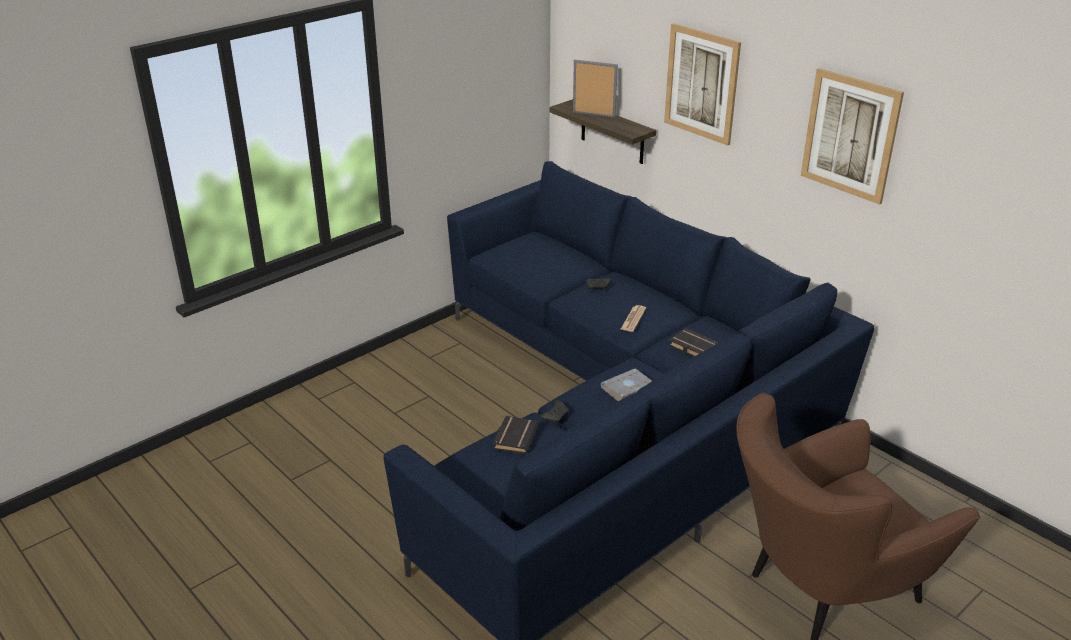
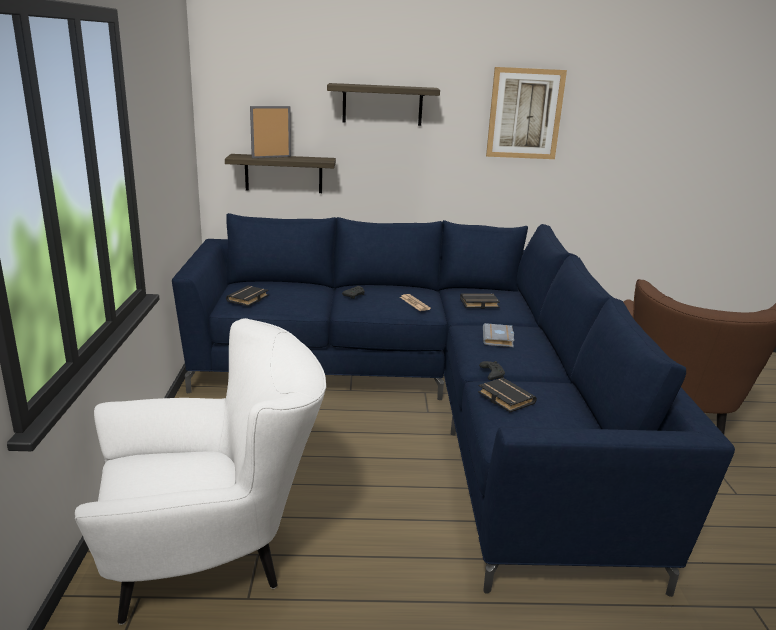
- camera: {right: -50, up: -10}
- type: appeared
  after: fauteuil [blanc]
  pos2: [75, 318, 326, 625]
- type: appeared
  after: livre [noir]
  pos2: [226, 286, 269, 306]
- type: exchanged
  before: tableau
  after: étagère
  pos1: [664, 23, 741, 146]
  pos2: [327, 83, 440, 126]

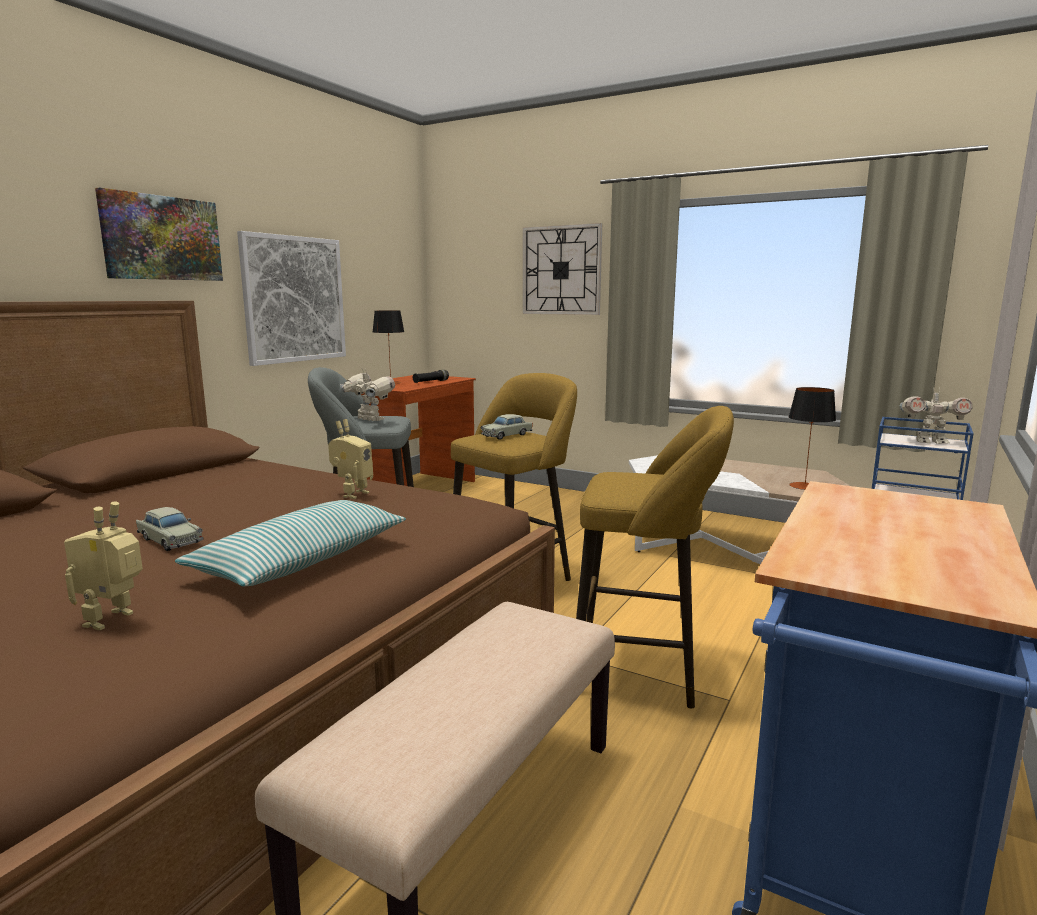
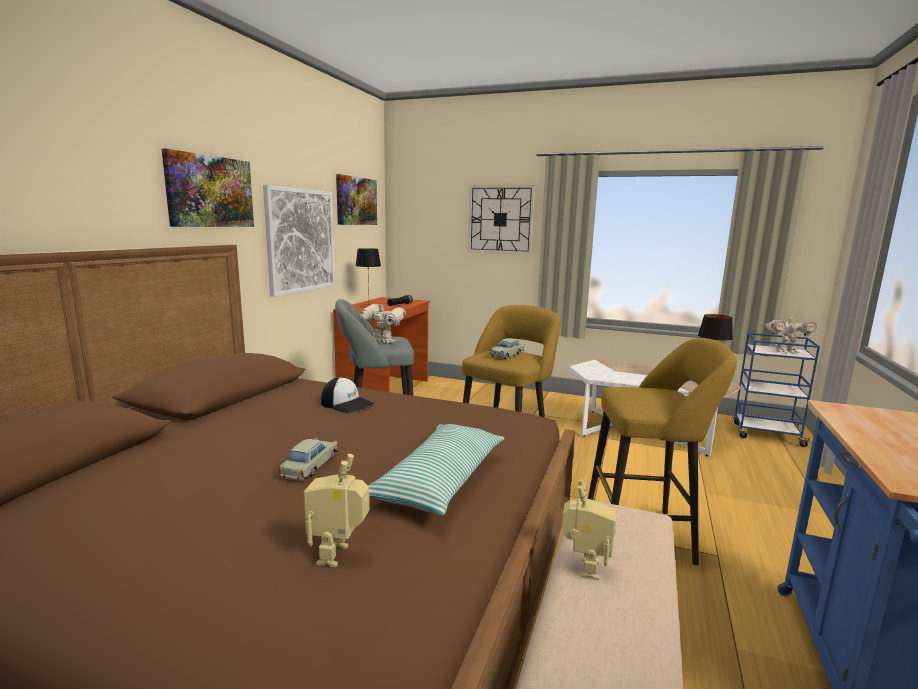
- camera: {right: -10, up: 0}
- type: appeared
  after: casquette
  pos2: [321, 377, 374, 413]
- type: appeared
  after: tableau
  pos2: [336, 174, 377, 225]
- type: relocated
  before: robot jouet
  pos1: [328, 419, 373, 499]
  pos2: [562, 480, 616, 580]
- type: spun
  before: petite voiture [beige]
  pos1: [136, 507, 204, 551]
  pos2: [279, 438, 338, 480]
  turn: -105

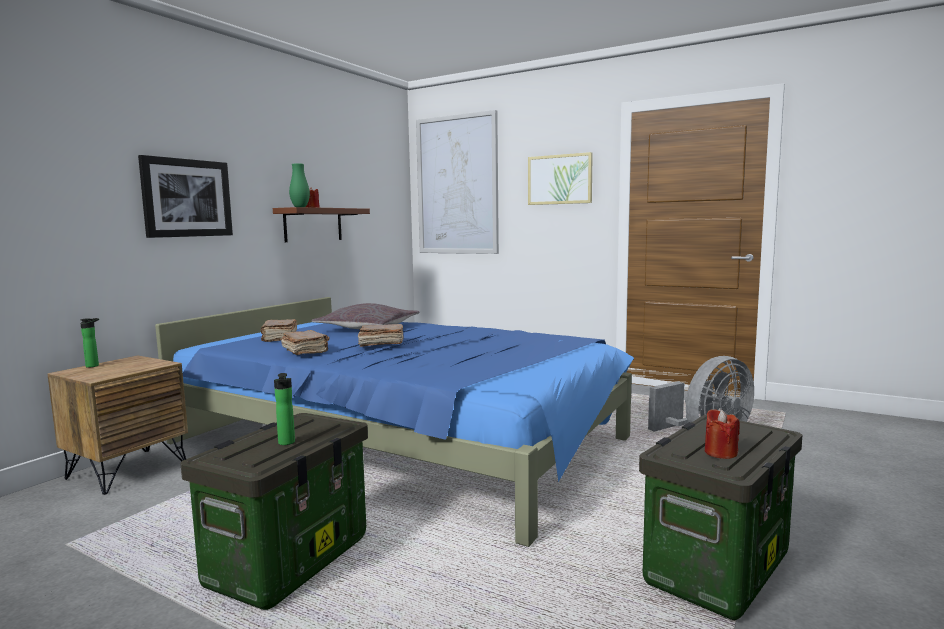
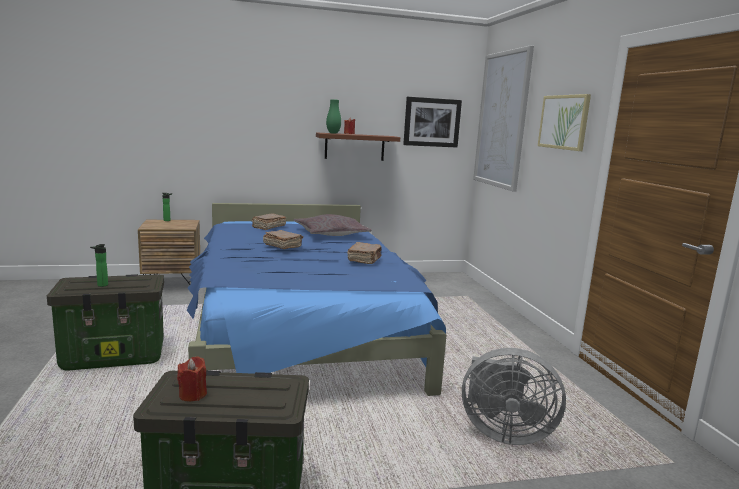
- camera: {right: 45, up: 5}
- type: relocated
  before: tableau
  pos1: [138, 155, 233, 238]
  pos2: [403, 97, 462, 148]
- type: relocated
  before: livre [marron]
  pos1: [281, 330, 329, 355]
  pos2: [347, 242, 381, 264]

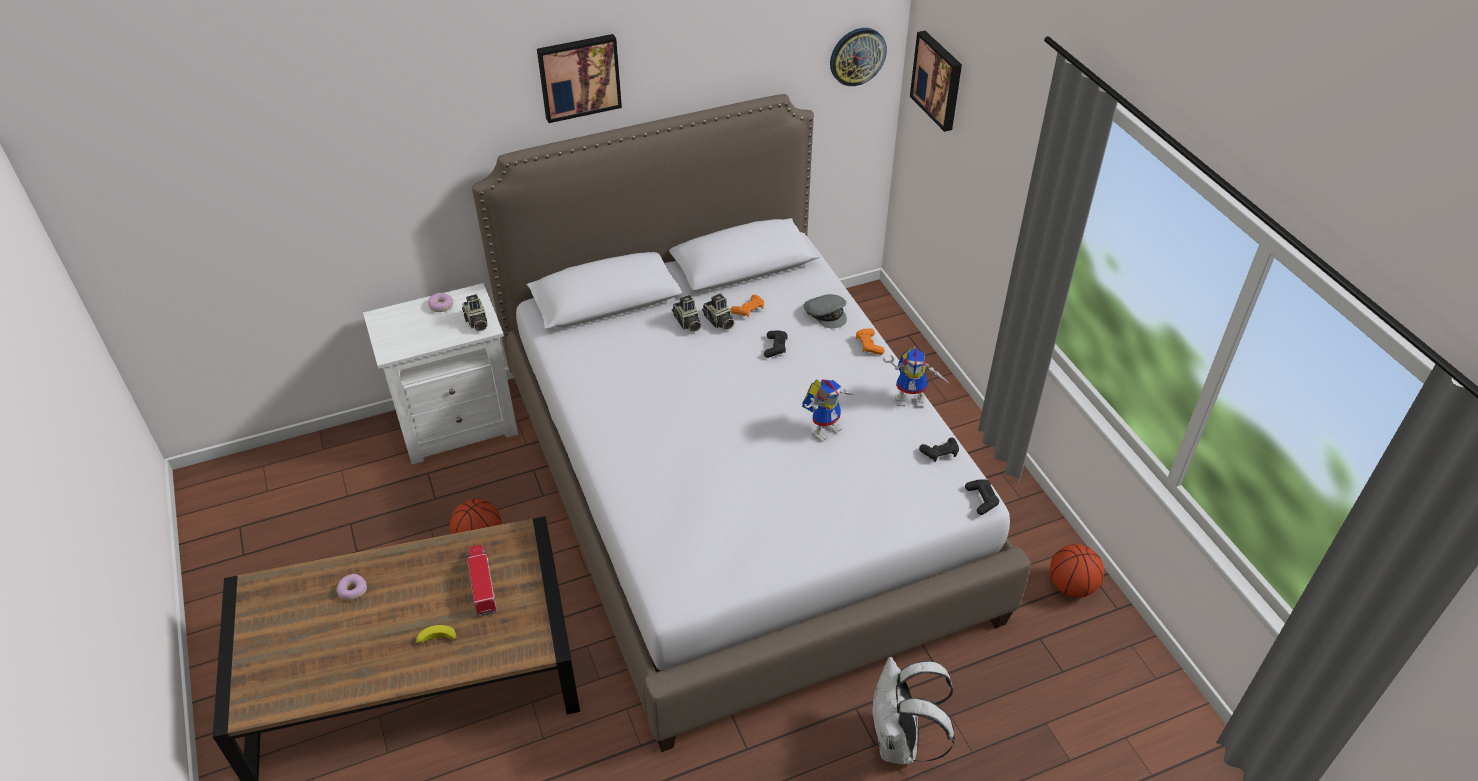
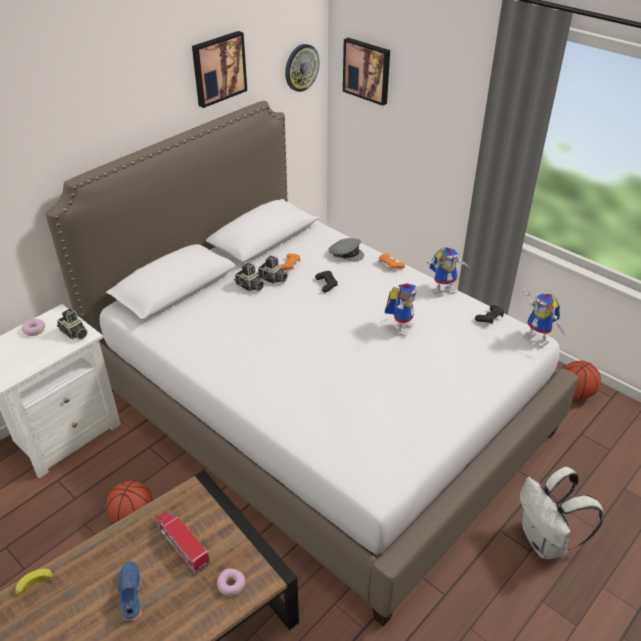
- camera: {right: -25, up: -5}
- type: appeared
  after: chaussure [bleu]
  pos2: [117, 561, 142, 622]
- type: relocated
  before: beignet
  pos1: [337, 574, 367, 600]
  pos2: [217, 568, 245, 596]
- type: relocated
  before: banane
  pos1: [415, 625, 457, 644]
  pos2: [15, 568, 55, 595]
- type: relocated
  before: tableau
  pos1: [537, 34, 622, 123]
  pos2: [192, 31, 247, 108]
- type: exchanged
  before: manette [noir]
  after: robot jouet
  pos1: [965, 479, 1000, 515]
  pos2: [523, 289, 566, 348]

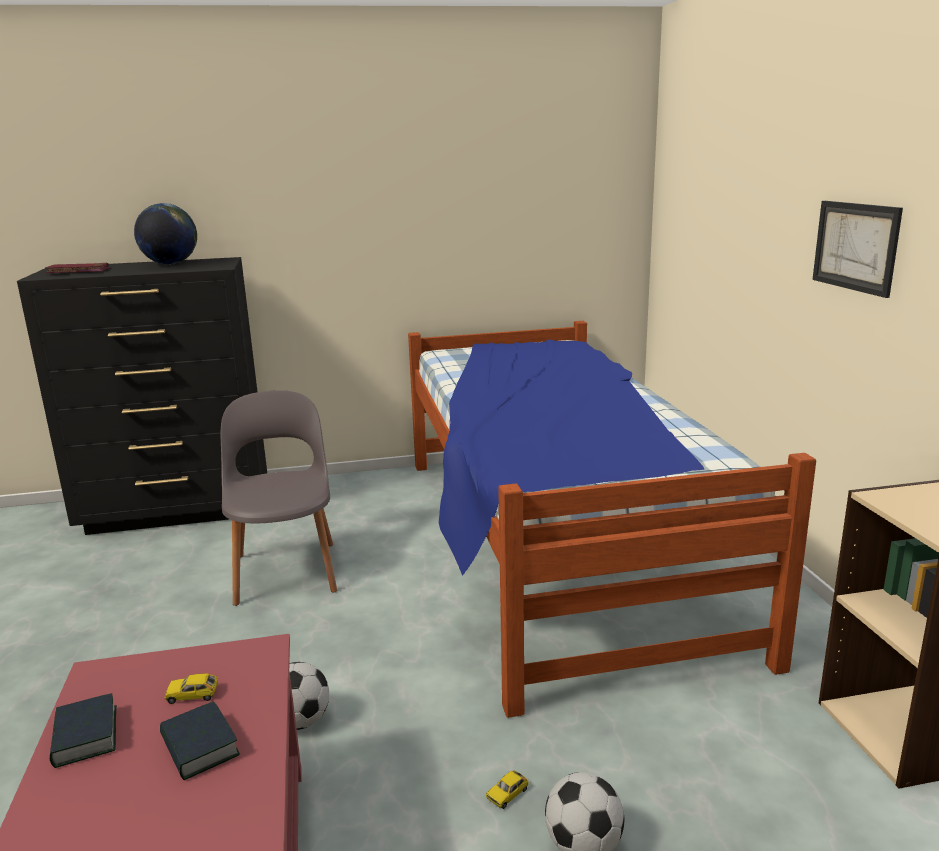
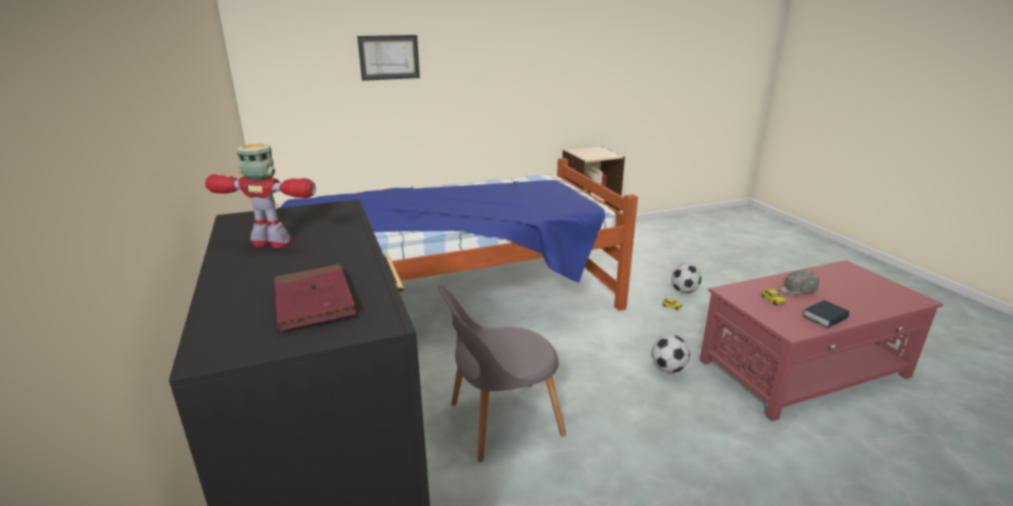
- camera: {right: -100, up: 5}
- type: relocated
  before: tableau
  pos1: [812, 201, 903, 298]
  pos2: [357, 35, 420, 81]
- type: exchanged
  before: globe
  after: robot jouet
  pos1: [134, 203, 197, 265]
  pos2: [205, 144, 316, 248]
- type: exchanged
  before: livre
  after: casquette [gris]
  pos1: [160, 701, 240, 780]
  pos2: [778, 270, 819, 295]

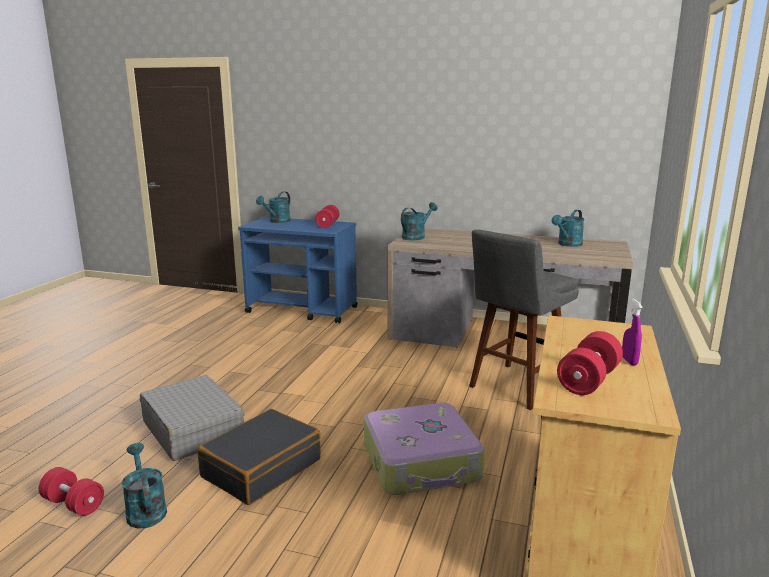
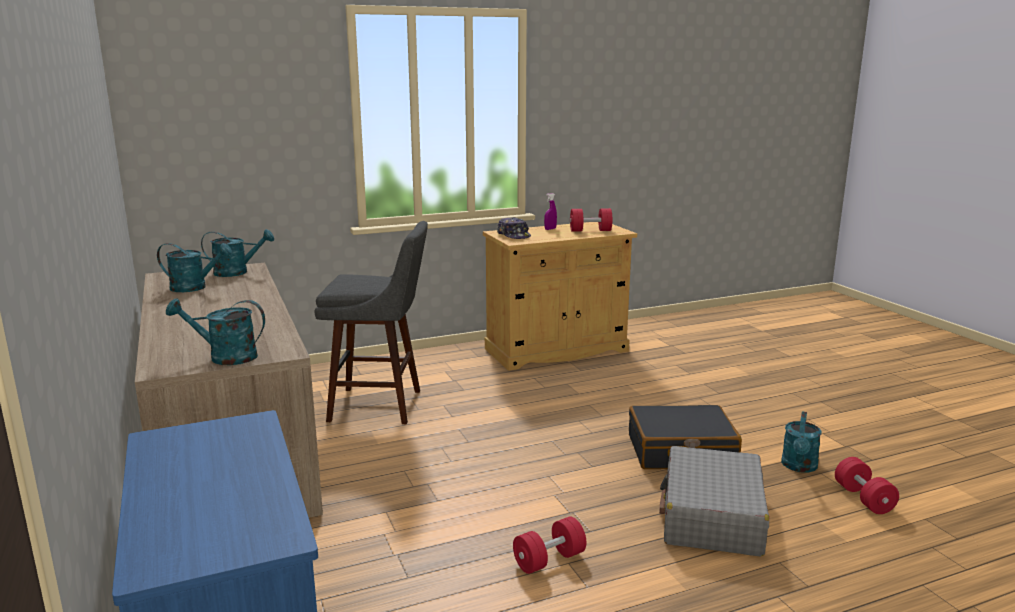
- camera: {right: -130, up: 0}
- type: missing
  before: valise
  pos1: [364, 403, 484, 495]
- type: appeared
  after: casquette
  pos2: [497, 217, 531, 239]
- type: relocated
  before: arrosoir [turquoise]
  pos1: [256, 191, 291, 223]
  pos2: [201, 229, 274, 277]
- type: relocated
  before: haltère [rouge]
  pos1: [315, 205, 339, 228]
  pos2: [513, 516, 586, 574]

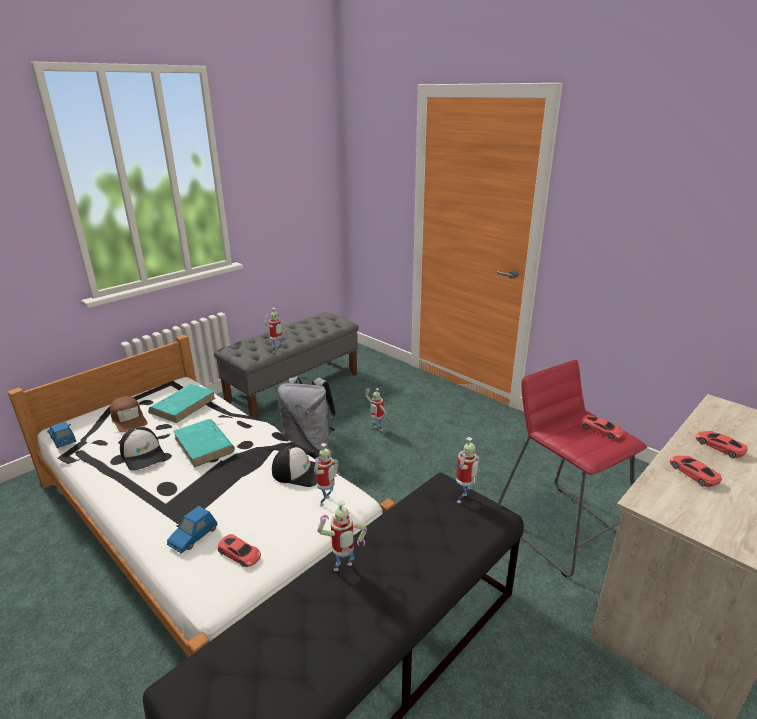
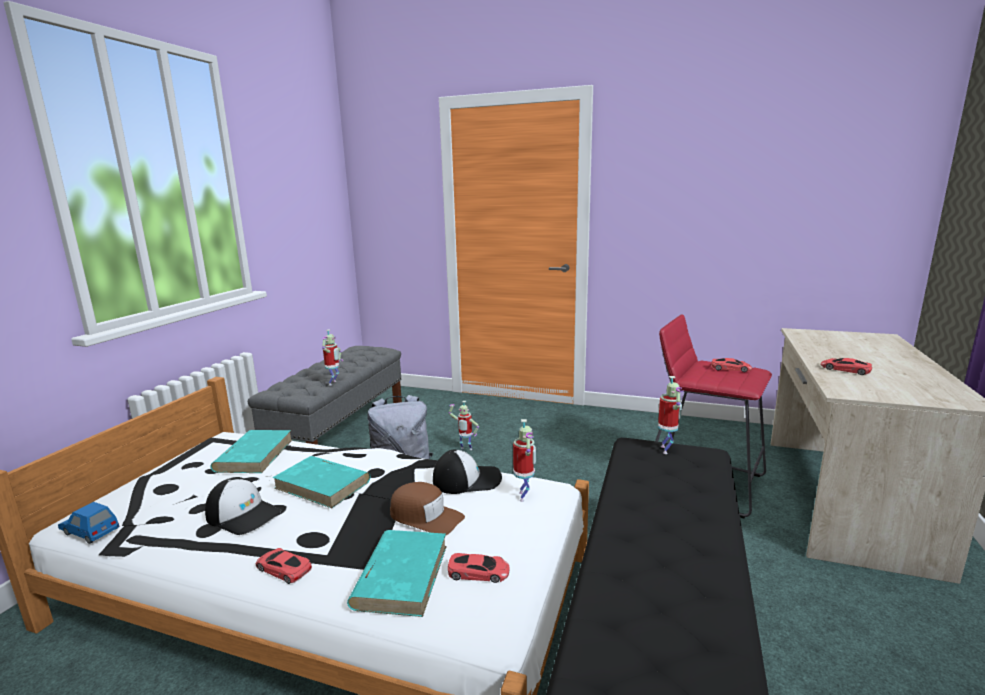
- camera: {right: -25, up: -10}
- type: missing
  before: robot jouet
  pos1: [317, 500, 367, 571]
- type: relocated
  before: casquette [marron]
  pos1: [110, 396, 148, 433]
  pos2: [390, 482, 465, 535]
- type: relocated
  before: petite voiture [rouge]
  pos1: [695, 431, 747, 458]
  pos2: [256, 548, 312, 584]
- type: exchanged
  before: petite voiture [bleu]
  after: livre [turquoise]
  pos1: [167, 506, 218, 553]
  pos2: [347, 530, 447, 617]

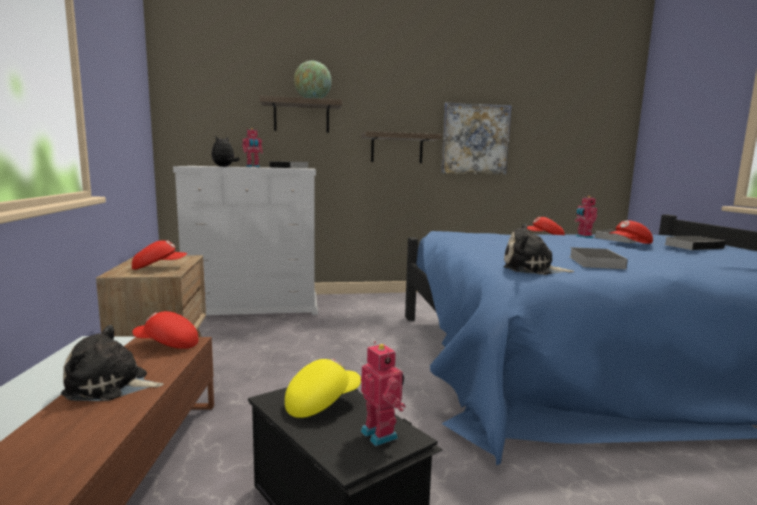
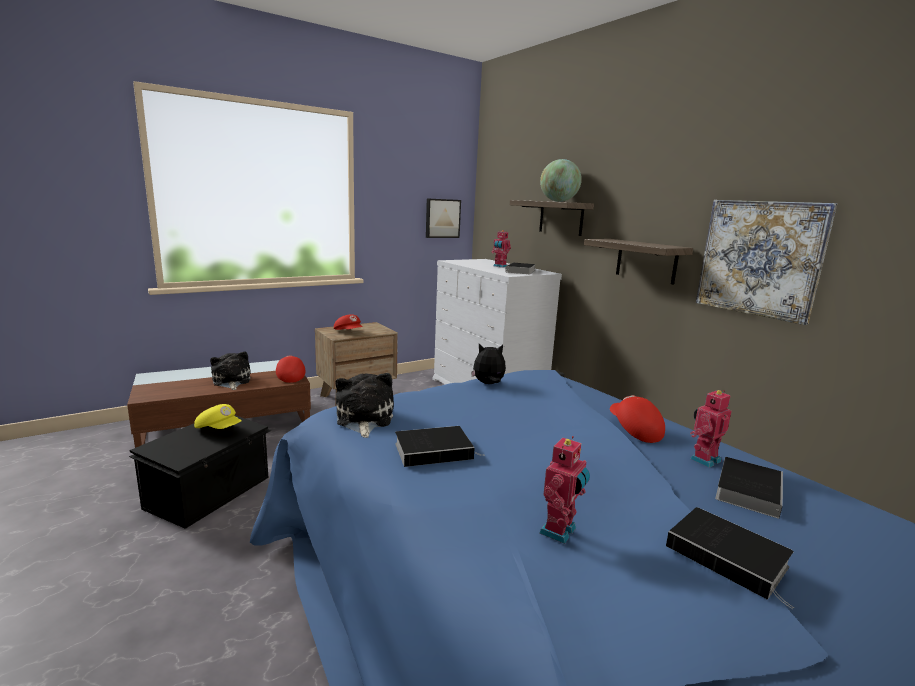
- camera: {right: 65, up: 5}
- type: missing
  before: casquette [rouge]
  pos1: [609, 220, 653, 244]
- type: appeared
  after: tableau
  pos2: [426, 198, 461, 238]
- type: relocated
  before: peluche
  pos1: [212, 137, 240, 167]
  pos2: [471, 344, 506, 384]
- type: relocated
  before: robot jouet
  pos1: [361, 342, 406, 446]
  pos2: [539, 436, 590, 544]

